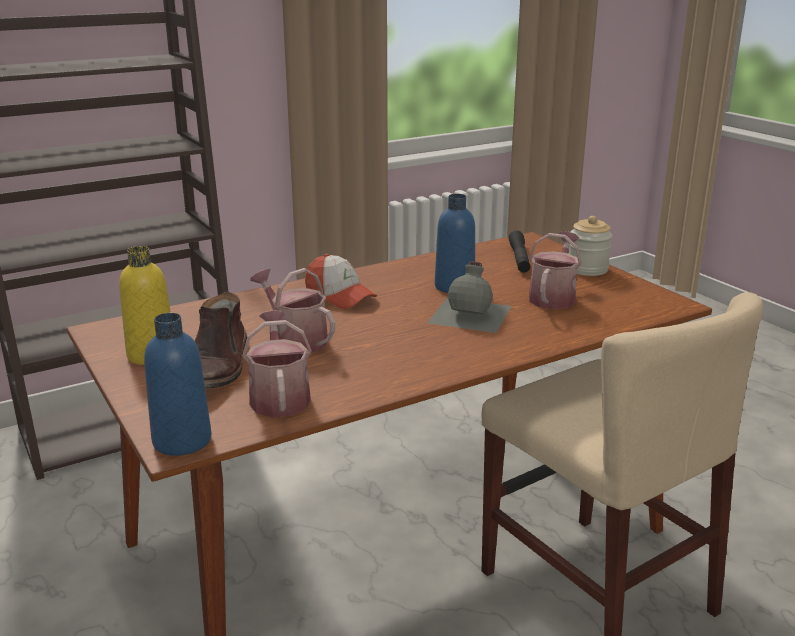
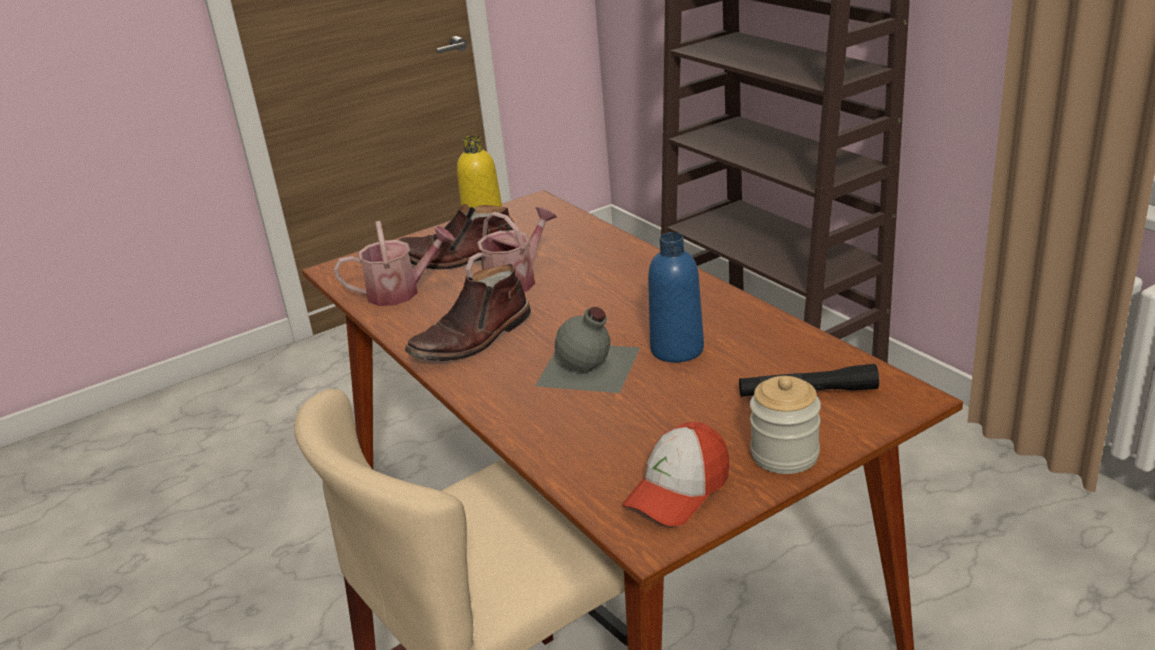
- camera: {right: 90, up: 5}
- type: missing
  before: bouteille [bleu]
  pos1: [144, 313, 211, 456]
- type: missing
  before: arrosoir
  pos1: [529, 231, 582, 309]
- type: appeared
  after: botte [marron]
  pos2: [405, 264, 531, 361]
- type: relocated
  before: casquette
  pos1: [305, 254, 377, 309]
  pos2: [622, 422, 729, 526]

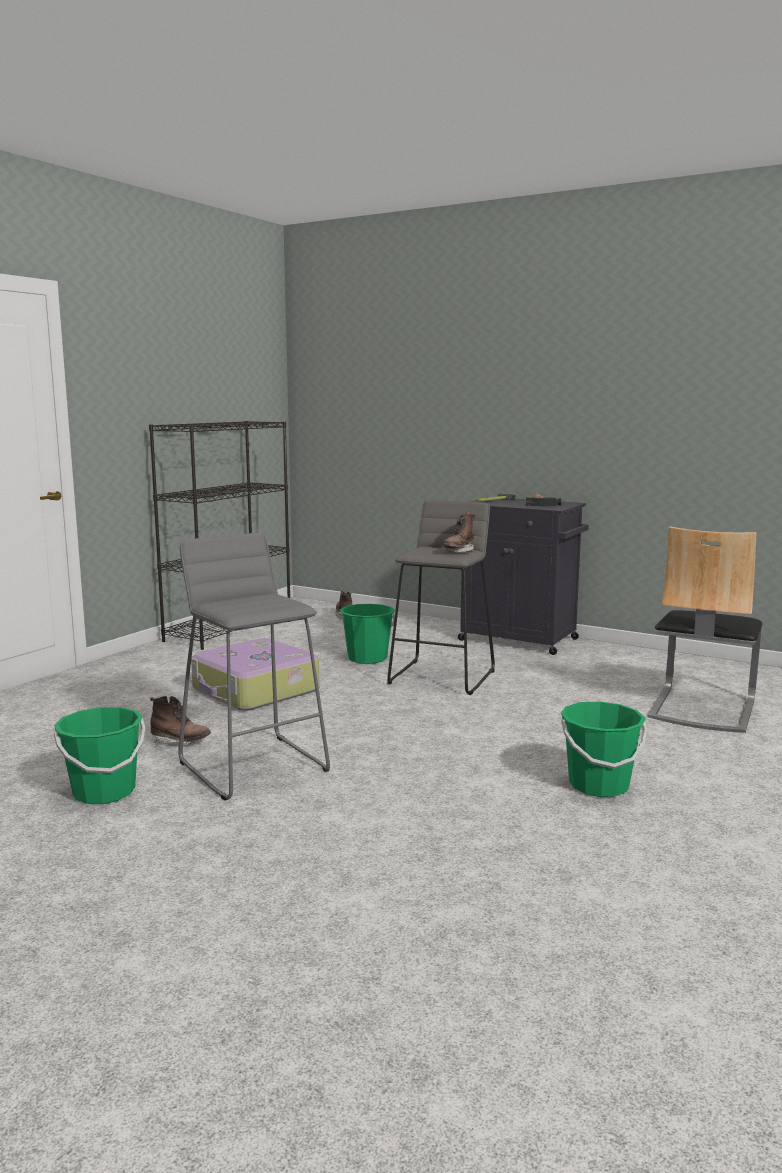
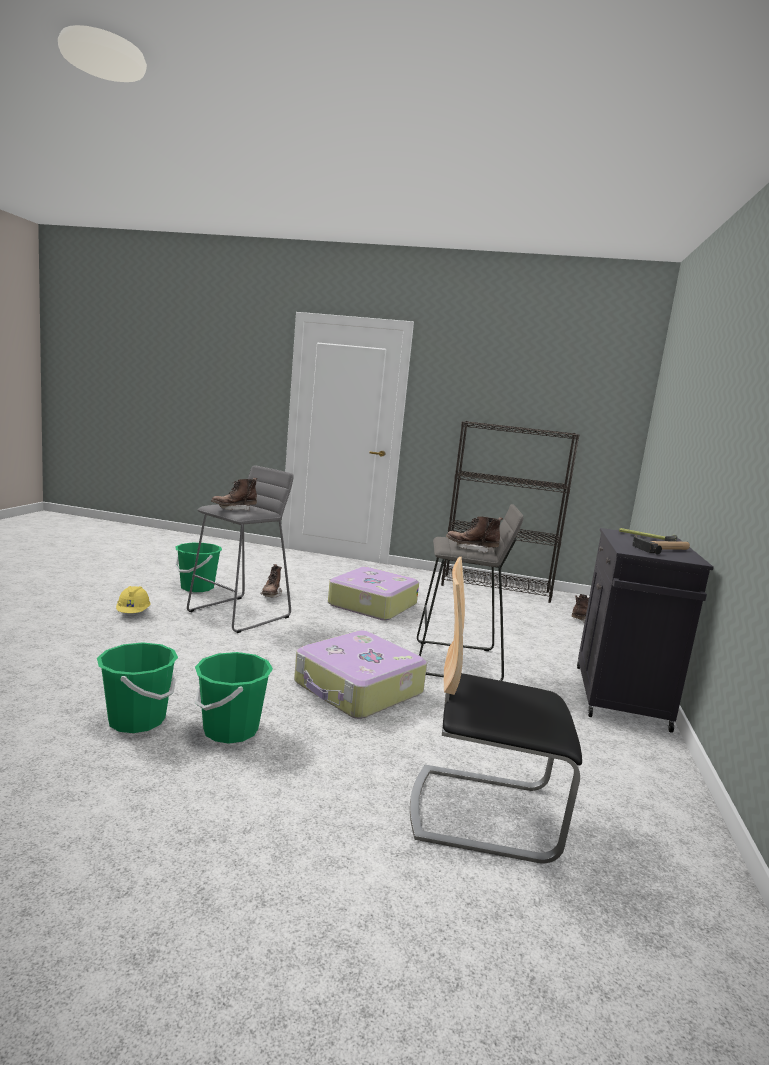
- camera: {right: 70, up: 0}
- type: appeared
  after: casque de chantier [jaune]
  pos2: [116, 586, 151, 613]
- type: appeared
  after: botte [marron]
  pos2: [211, 478, 257, 511]
- type: appeared
  after: valise
  pos2: [294, 630, 427, 719]
- type: relocated
  before: seau [vert]
  pos1: [340, 604, 395, 664]
  pos2: [97, 642, 178, 733]

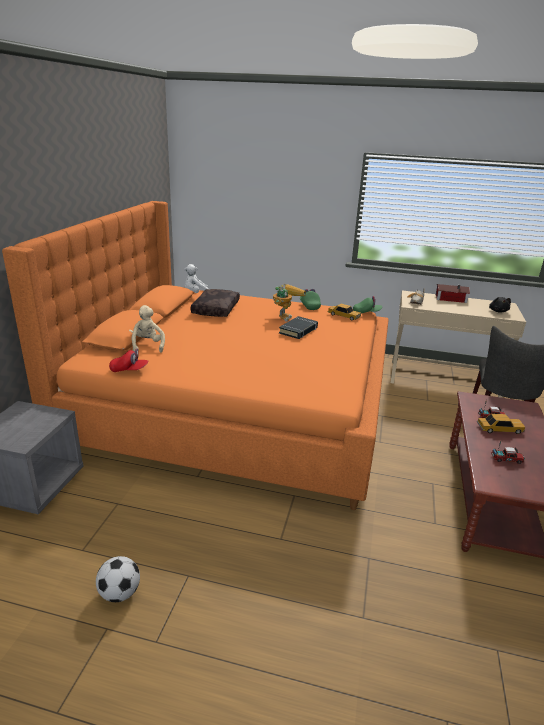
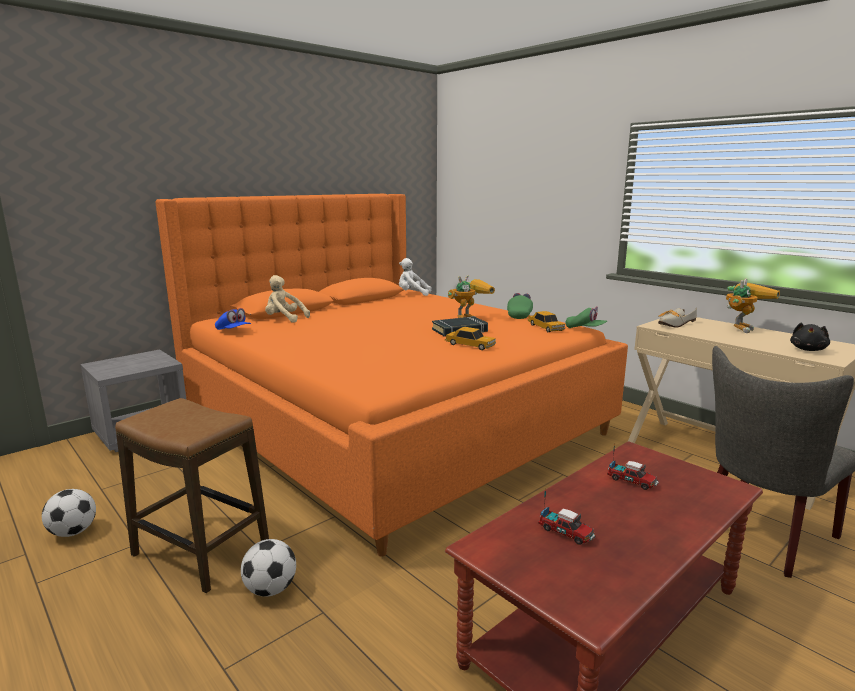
- camera: {right: 35, up: -10}
- type: missing
  before: coussin [marron]
  pos1: [191, 289, 240, 317]
- type: appeared
  after: tabouret
  pos2: [115, 398, 269, 593]
- type: appeared
  after: ballon de foot
  pos2: [241, 539, 296, 597]
- type: relocated
  before: petite voiture
  pos1: [477, 414, 525, 434]
  pos2: [445, 327, 496, 350]
- type: exchanged
  before: maison miniature
  after: robot jouet
  pos1: [436, 284, 470, 303]
  pos2: [726, 278, 780, 333]
- type: colour
  before: casquette [rouge]
  after: casquette [bleu]
  pos1: [109, 349, 149, 372]
  pos2: [215, 308, 251, 330]
- type: spun
  before: peluche [beige]
  pos1: [129, 305, 165, 353]
  pos2: [265, 275, 310, 323]
  turn: -90

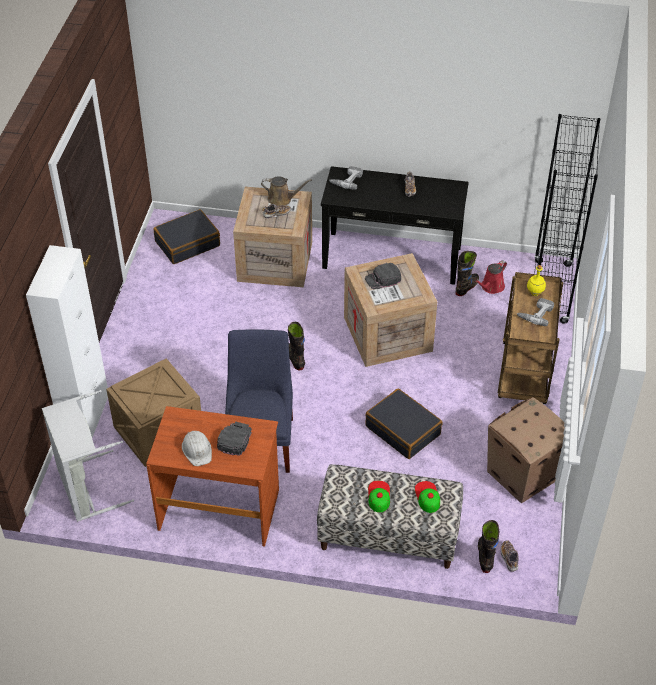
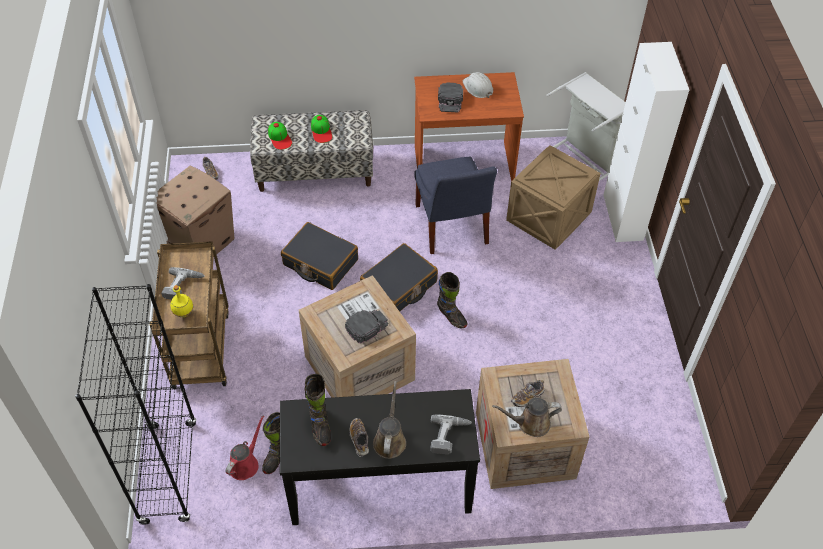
- camera: {right: 165, up: 5}
- type: appeared
  after: arrosoir [marron]
  pos2: [373, 381, 406, 459]
- type: relocated
  before: valise [noir]
  pos1: [153, 209, 220, 264]
  pos2: [360, 243, 438, 312]
- type: relocated
  before: botte [noir]
  pos1: [478, 520, 499, 573]
  pos2: [305, 374, 331, 446]

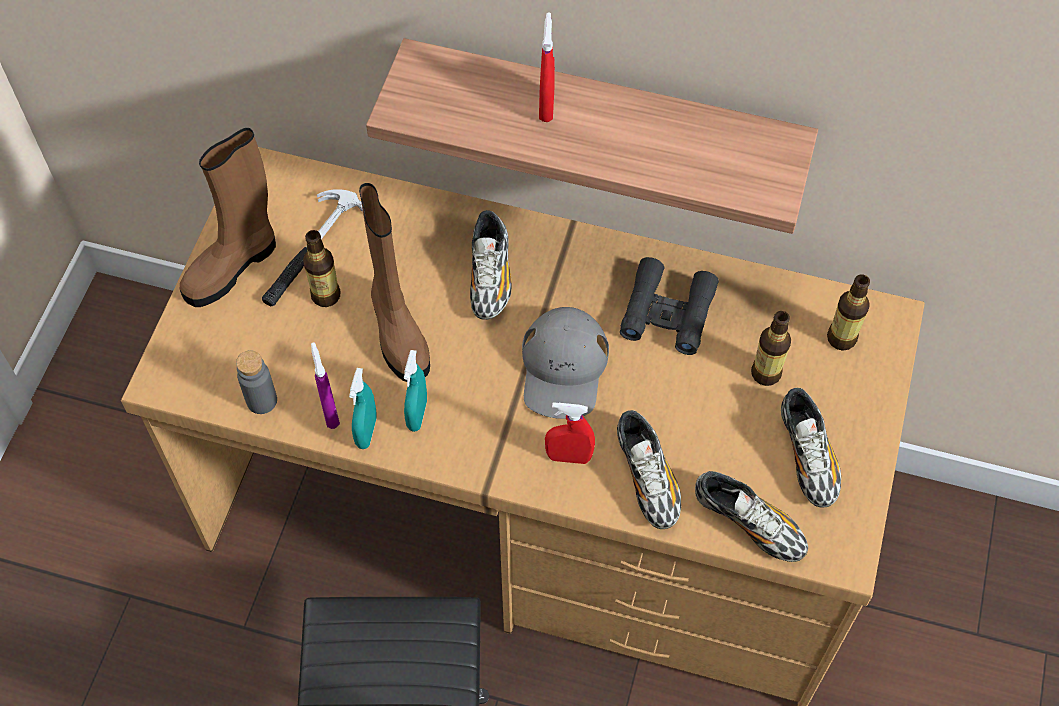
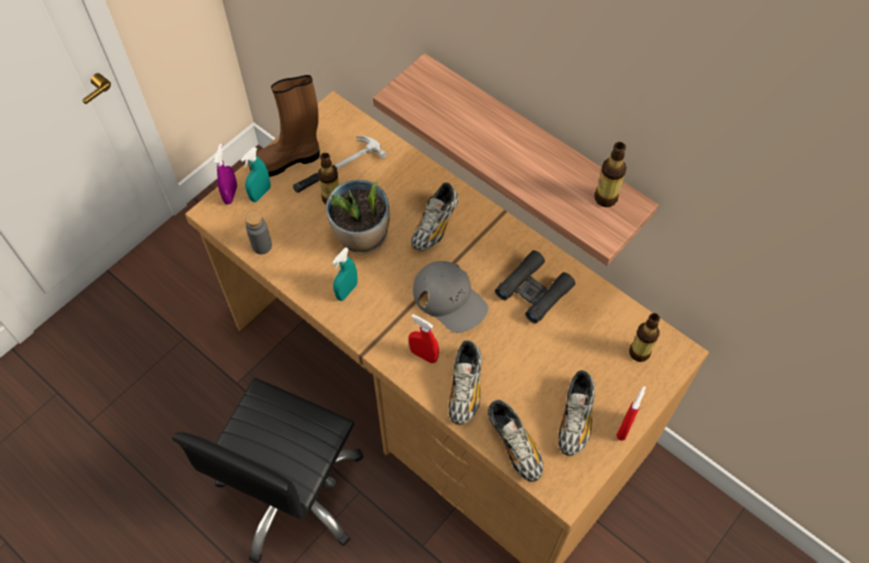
- camera: {right: 25, up: 0}
- type: relocated
  before: vaporisateur [violet]
  pos1: [311, 342, 340, 429]
  pos2: [214, 144, 237, 204]
- type: relocated
  before: vaporisateur [turquoise]
  pos1: [349, 368, 377, 449]
  pos2: [241, 147, 270, 202]
- type: relocated
  before: vaporisateur [rouge]
  pos1: [539, 12, 555, 122]
  pos2: [616, 386, 646, 441]
- type: relocated
  before: bouteille
  pos1: [751, 311, 791, 386]
  pos2: [594, 142, 626, 207]
- type: exchanged
  before: botte [marron]
  after: plante en pot
  pos1: [359, 183, 430, 382]
  pos2: [326, 180, 390, 254]
- type: spun
  before: casquette [gris]
  pos1: [522, 307, 609, 419]
  pos2: [413, 261, 488, 333]
  turn: -75

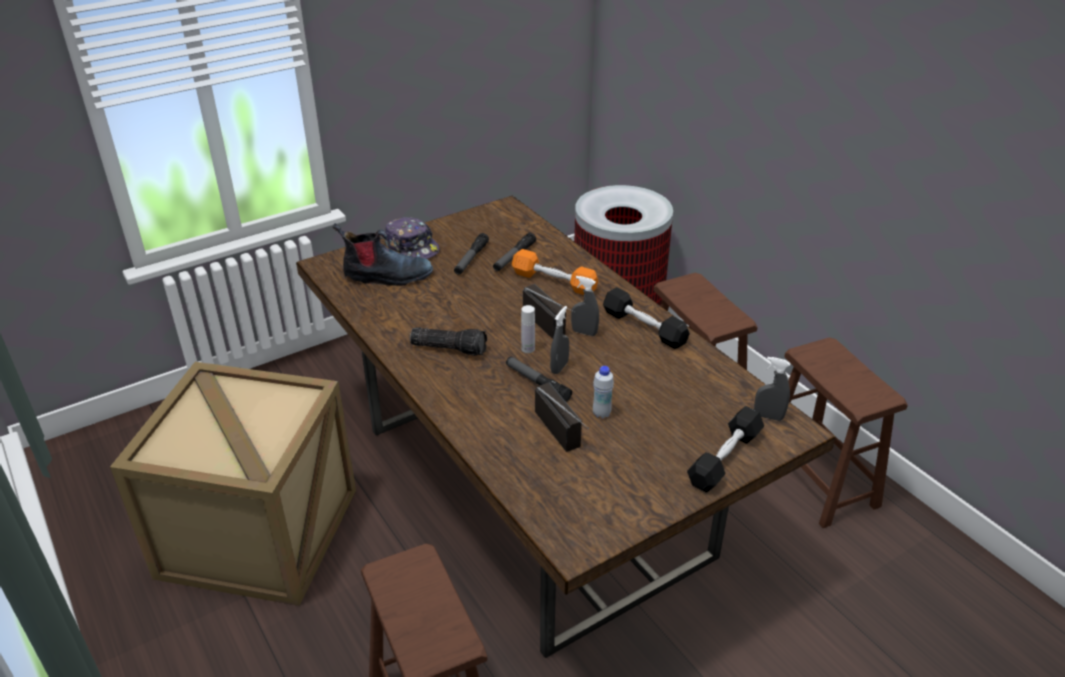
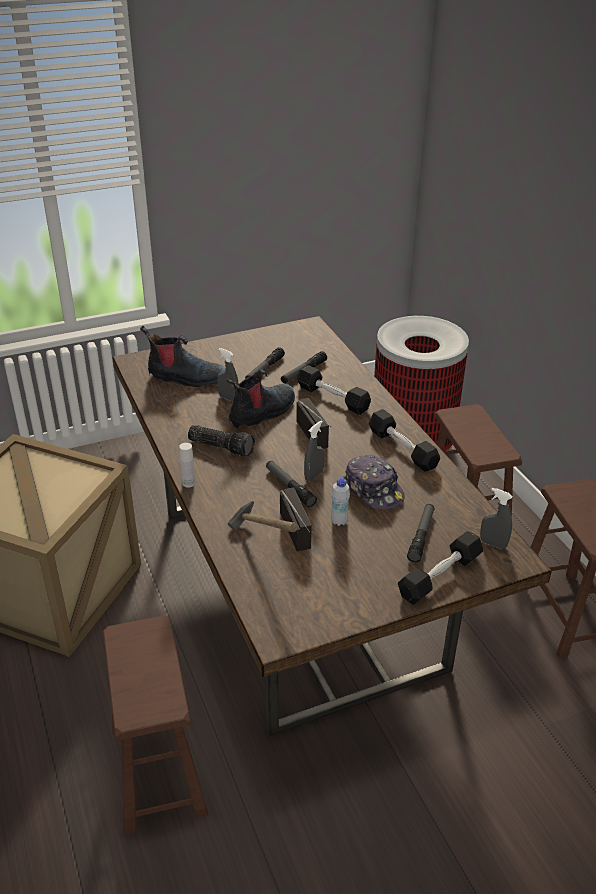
- camera: {right: 10, up: 0}
- type: appeared
  after: botte
  pos2: [227, 369, 295, 429]
- type: appeared
  after: marteau
  pos2: [228, 501, 298, 532]
- type: appeared
  after: lampe de poche
  pos2: [407, 504, 434, 562]
- type: relocated
  before: casquette
  pos1: [384, 217, 439, 259]
  pos2: [343, 455, 405, 510]
- type: relocated
  before: bouteille [blanc]
  pos1: [521, 305, 535, 353]
  pos2: [179, 443, 195, 488]
- type: relocated
  before: vaporisateur [gris]
  pos1: [571, 276, 599, 336]
  pos2: [217, 348, 238, 402]
- type: colour
  before: haltère [orange]
  after: haltère [noir]
  pos1: [512, 249, 598, 295]
  pos2: [297, 365, 371, 415]

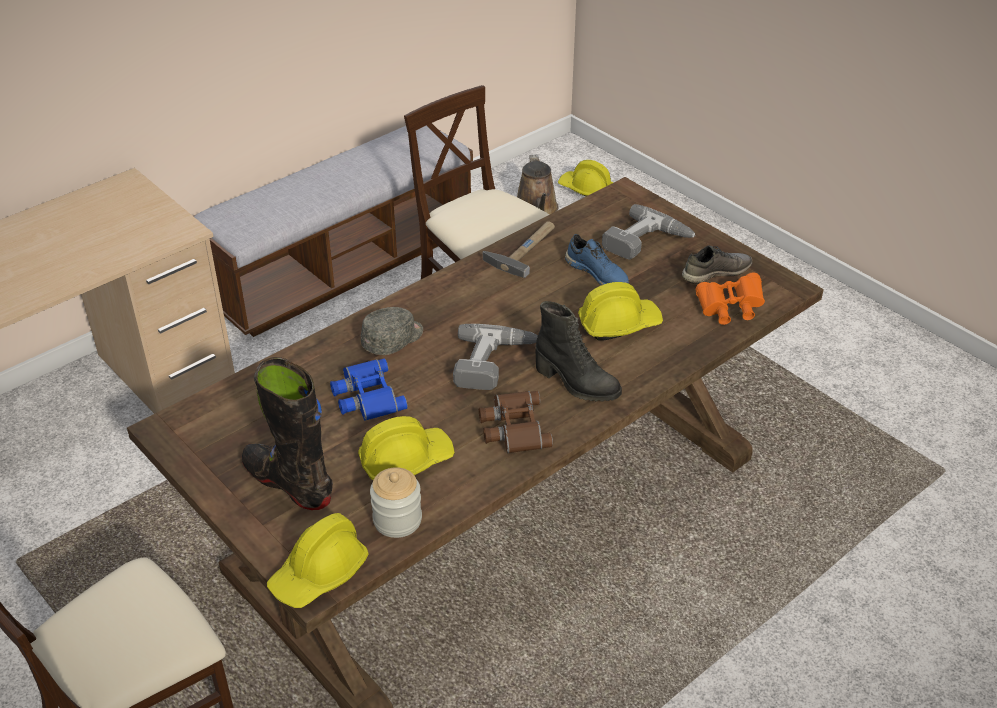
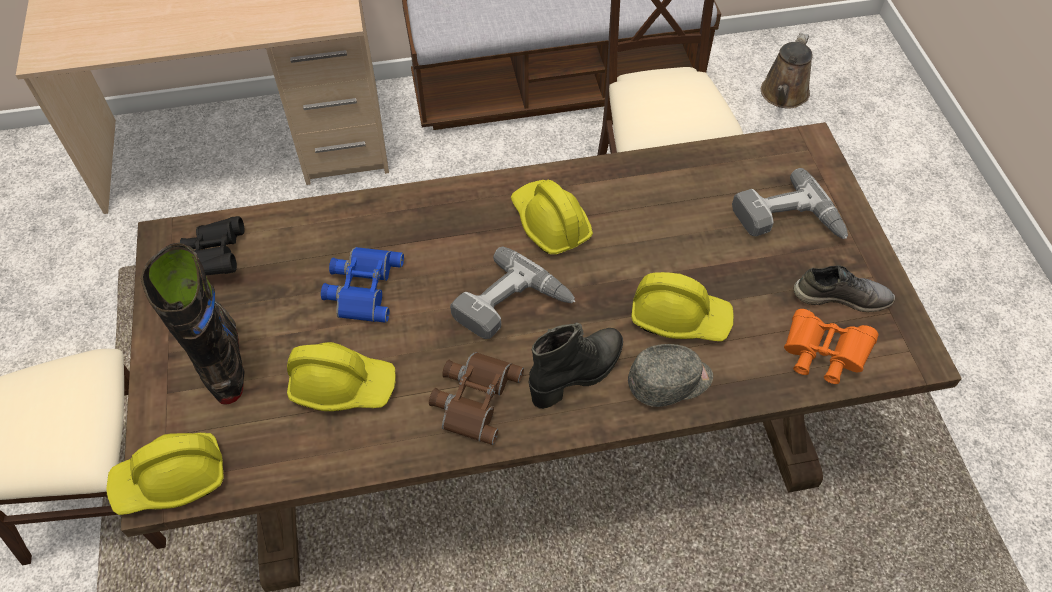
- camera: {right: 30, up: 15}
- type: missing
  before: bocal
  pos1: [370, 467, 422, 538]
- type: missing
  before: marteau
  pos1: [483, 221, 555, 278]
- type: missing
  before: chaussure [bleu]
  pos1: [565, 234, 629, 285]
- type: appeared
  after: jumelles [noir]
  pos2: [180, 216, 245, 275]
- type: relocated
  before: casquette [gris]
  pos1: [361, 307, 423, 355]
  pos2: [628, 344, 713, 407]
- type: relocated
  before: casque de chantier [jaune]
  pos1: [558, 160, 613, 197]
  pos2: [511, 180, 593, 254]
- type: spun
  before: botte [noir]
  pos1: [535, 301, 622, 402]
  pos2: [529, 323, 623, 409]
  turn: -105

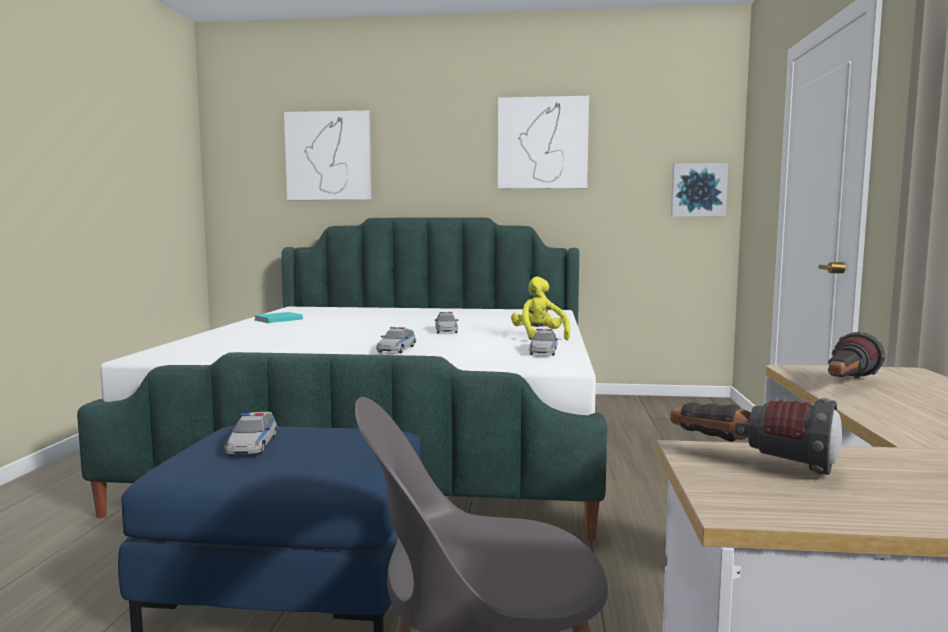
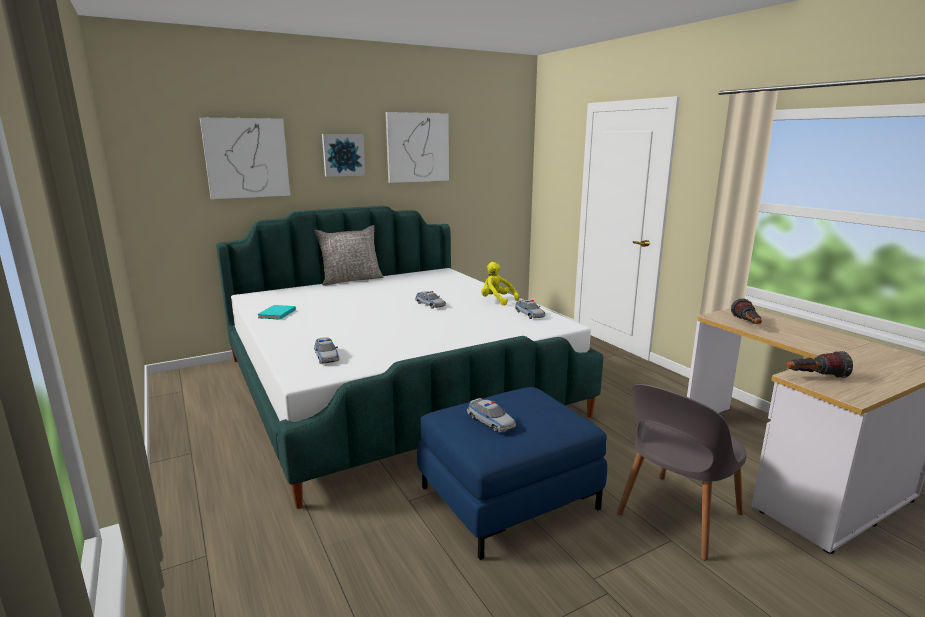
- camera: {right: -35, up: 10}
- type: appeared
  after: coussin [gris]
  pos2: [314, 225, 383, 285]
- type: relocated
  before: petite voiture
  pos1: [376, 327, 416, 353]
  pos2: [314, 337, 339, 364]
- type: relocated
  before: tableau
  pos1: [671, 163, 728, 217]
  pos2: [322, 134, 365, 177]

